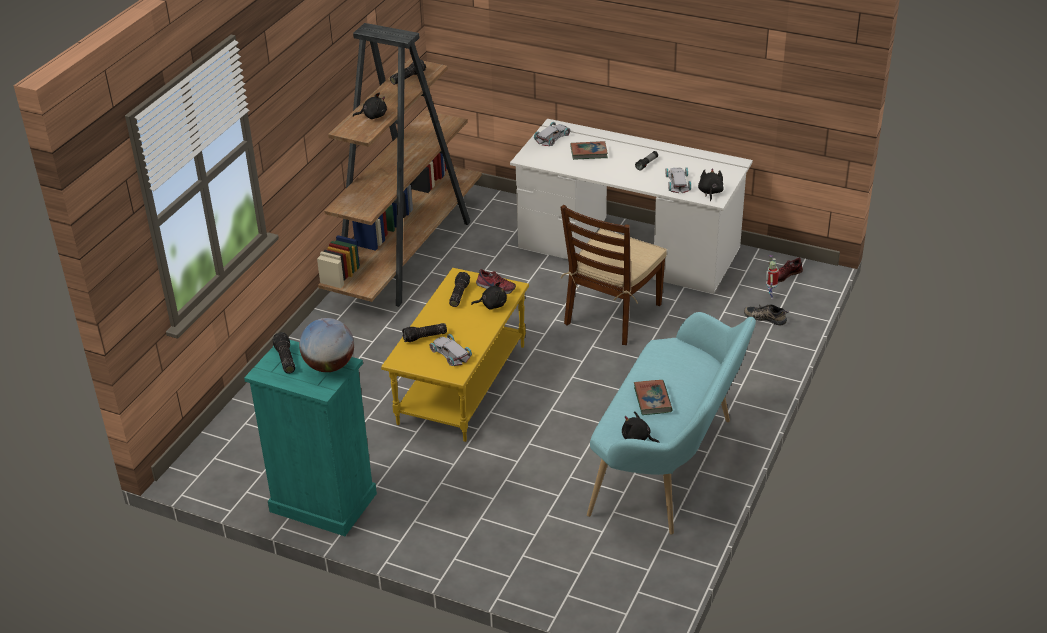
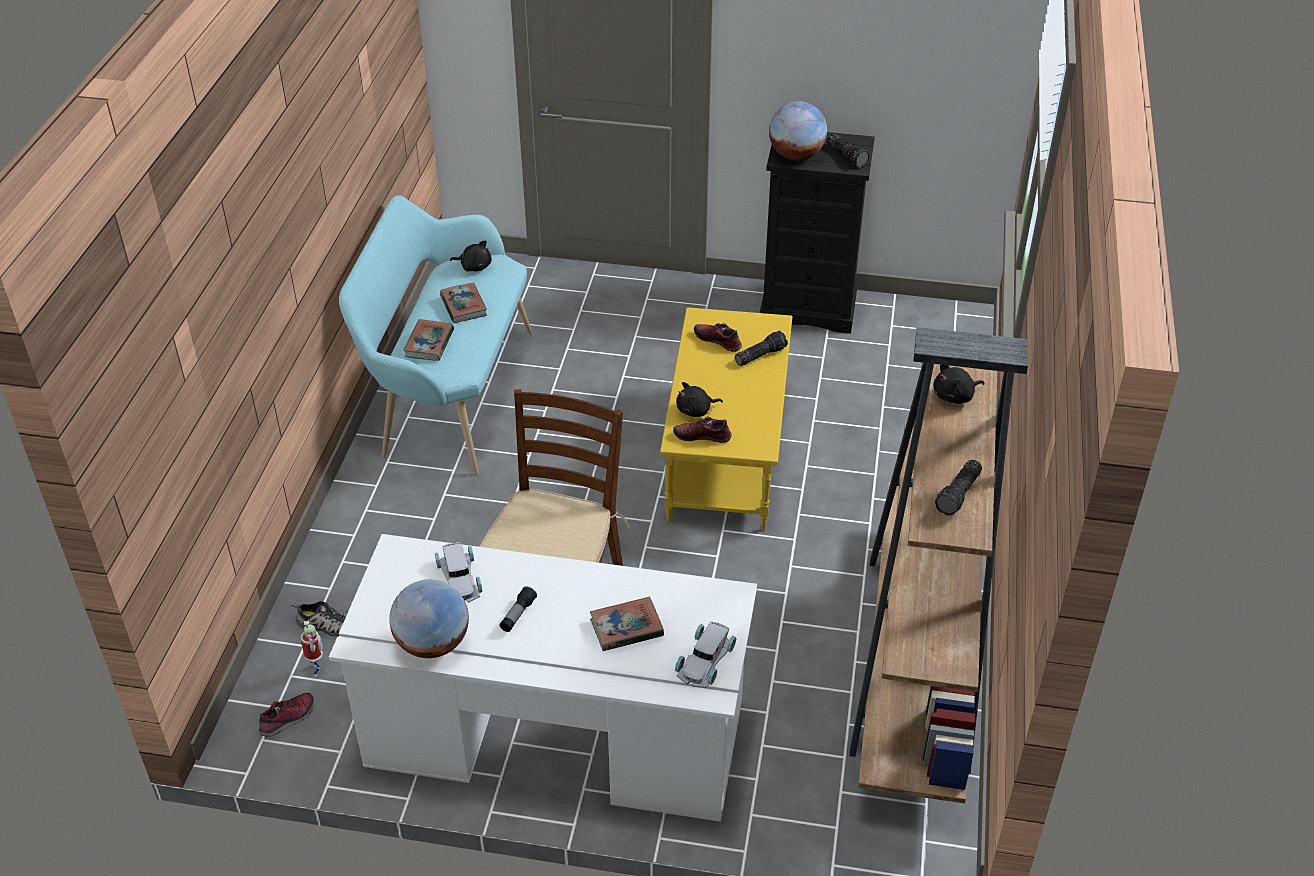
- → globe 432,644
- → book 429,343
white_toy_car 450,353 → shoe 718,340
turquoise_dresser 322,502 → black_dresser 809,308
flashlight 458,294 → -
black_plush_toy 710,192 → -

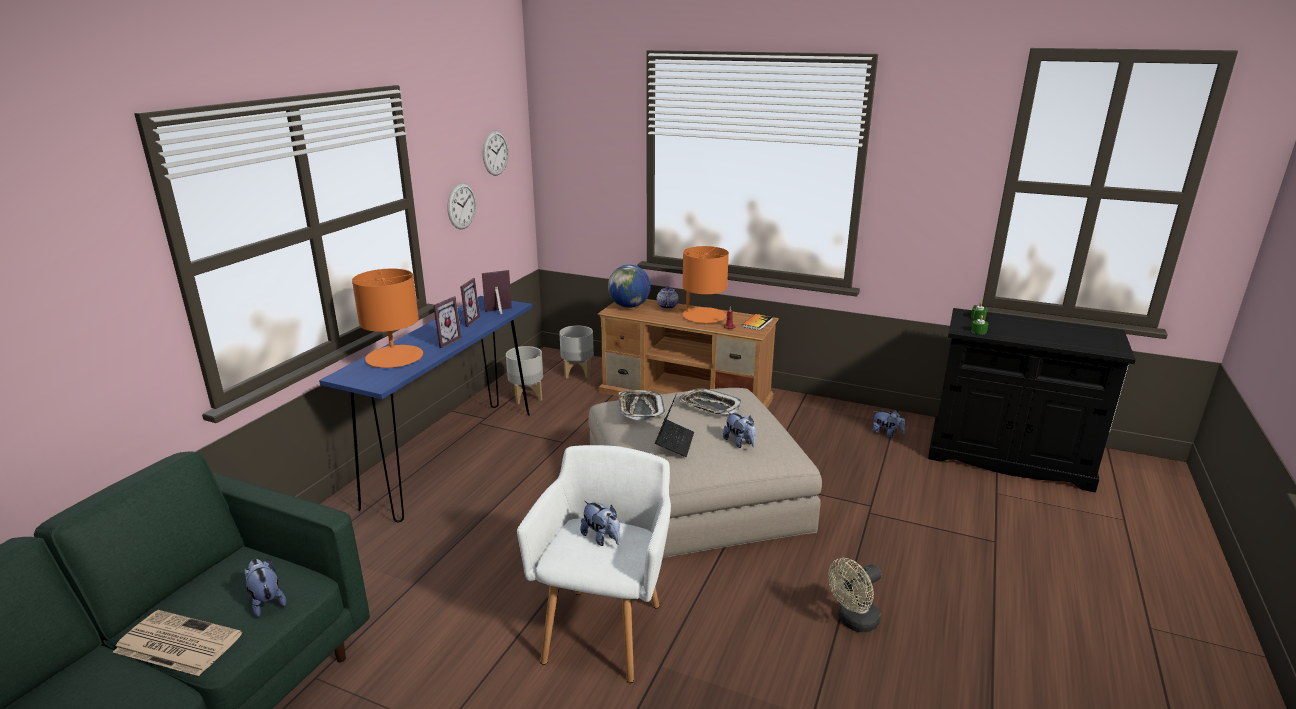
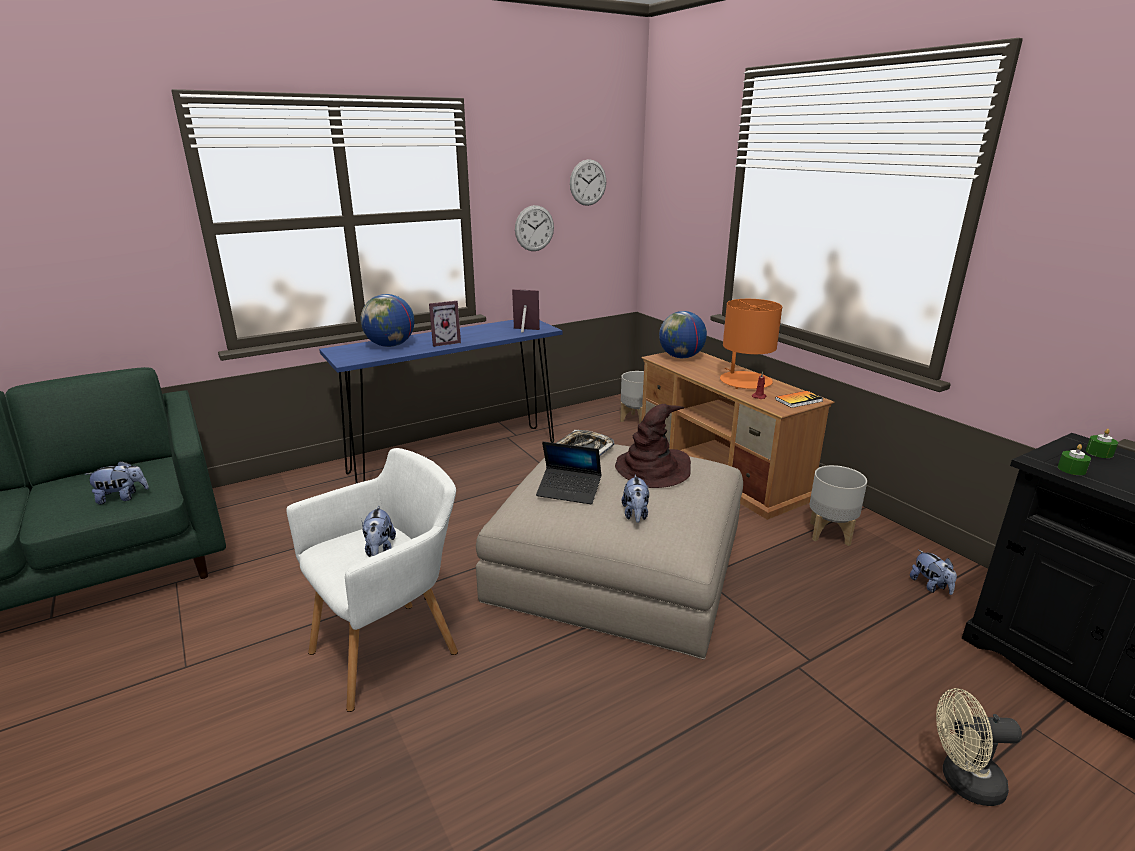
plush_toy 266,601 → plush_toy 122,498, 75 degrees clockwise
orange_table_lamp 394,357 → globe 390,345
laptop 674,442 → laptop 569,491, 60 degrees clockwise
tray 709,406 → brown_hat 653,469
grey_planter 527,396 → grey_planter 830,533, moved
beige_fan 853,621 → beige_fan 963,782, moved
newspaper 176,643 → -
picture_frame 466,321 → -
teapot 667,306 → -

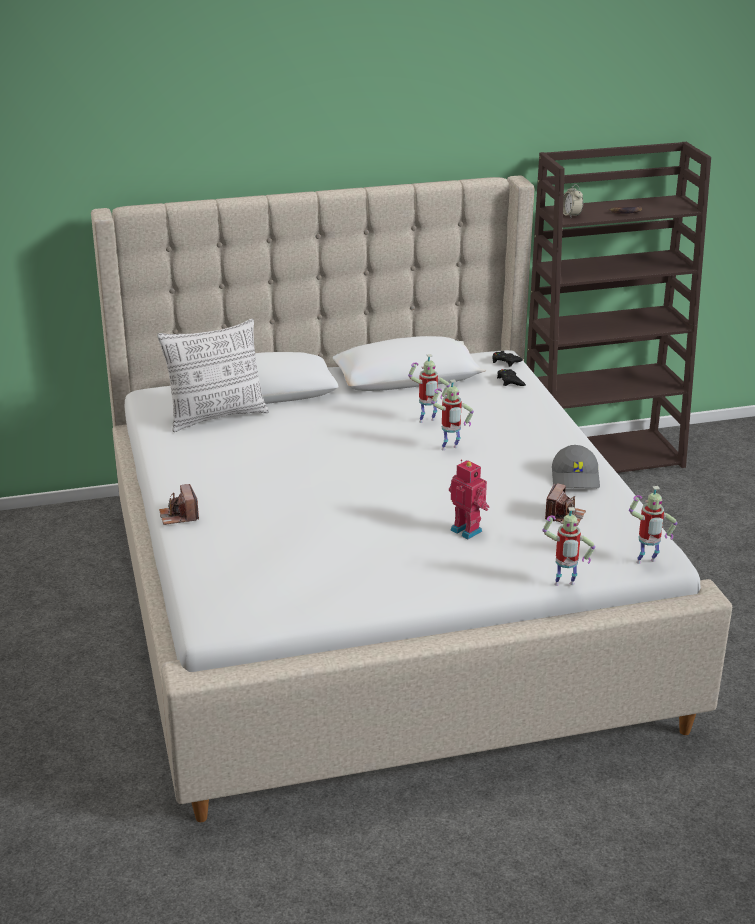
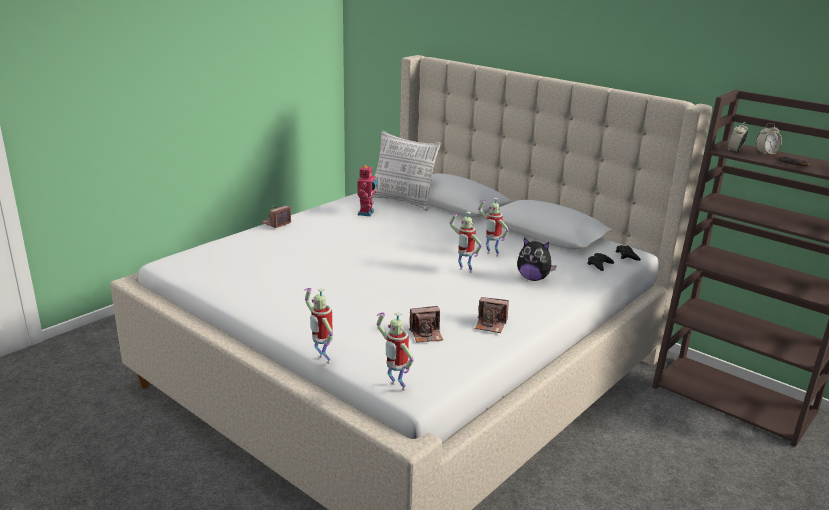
toy_robot 467,530 → toy_robot 367,213, moved
grey_cap 576,478 → photo_camera 491,324
- → plush_toy 533,278
- → alarm_clock 766,153

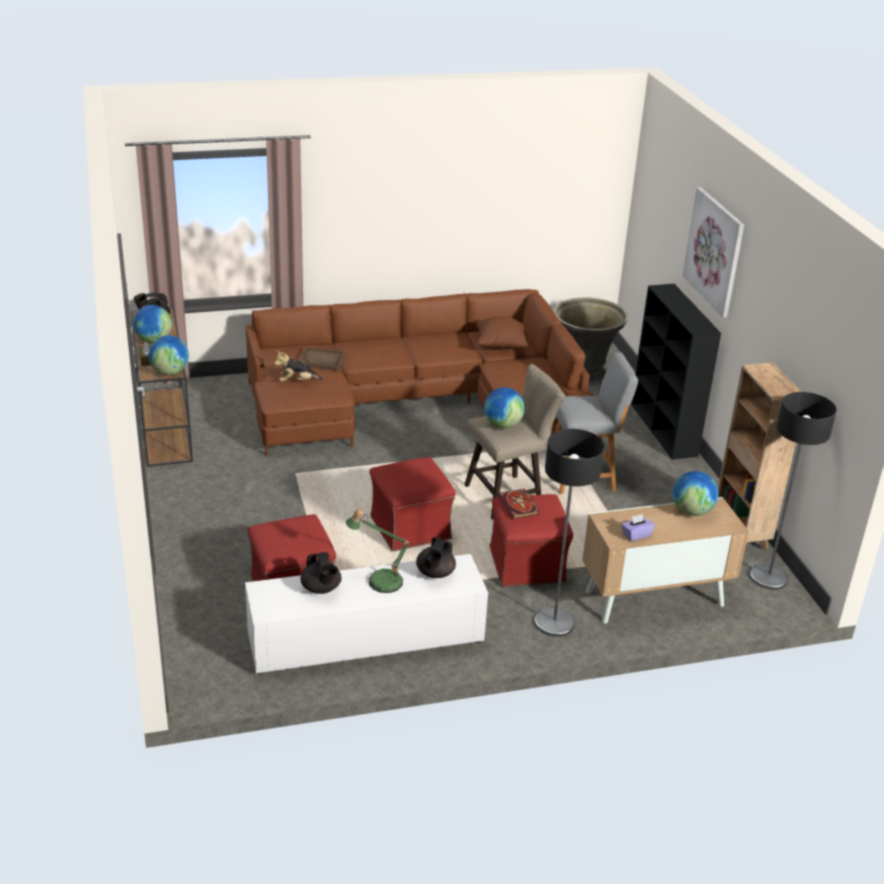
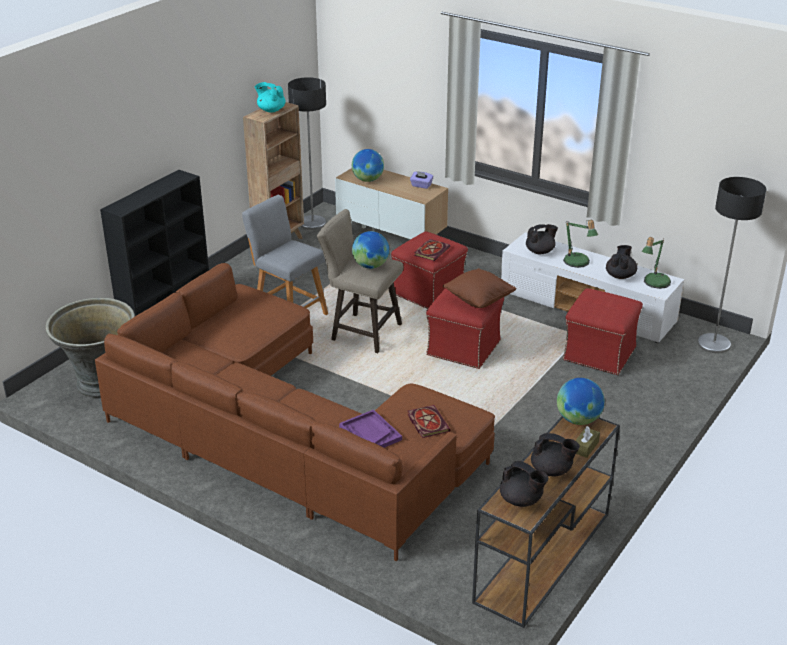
- → turquoise_teapot 271,110
brown_tray 321,360 → purple_tray 370,433
plush_toy 297,381 → book 427,422
brown_pillow 500,346 → brown_pillow 479,300, moved
globe 153,340 → black_teapot 552,470
- → table_lamp 654,283
floor_lamp 553,623 → floor_lamp 714,344, moved
picture 714,251 → -

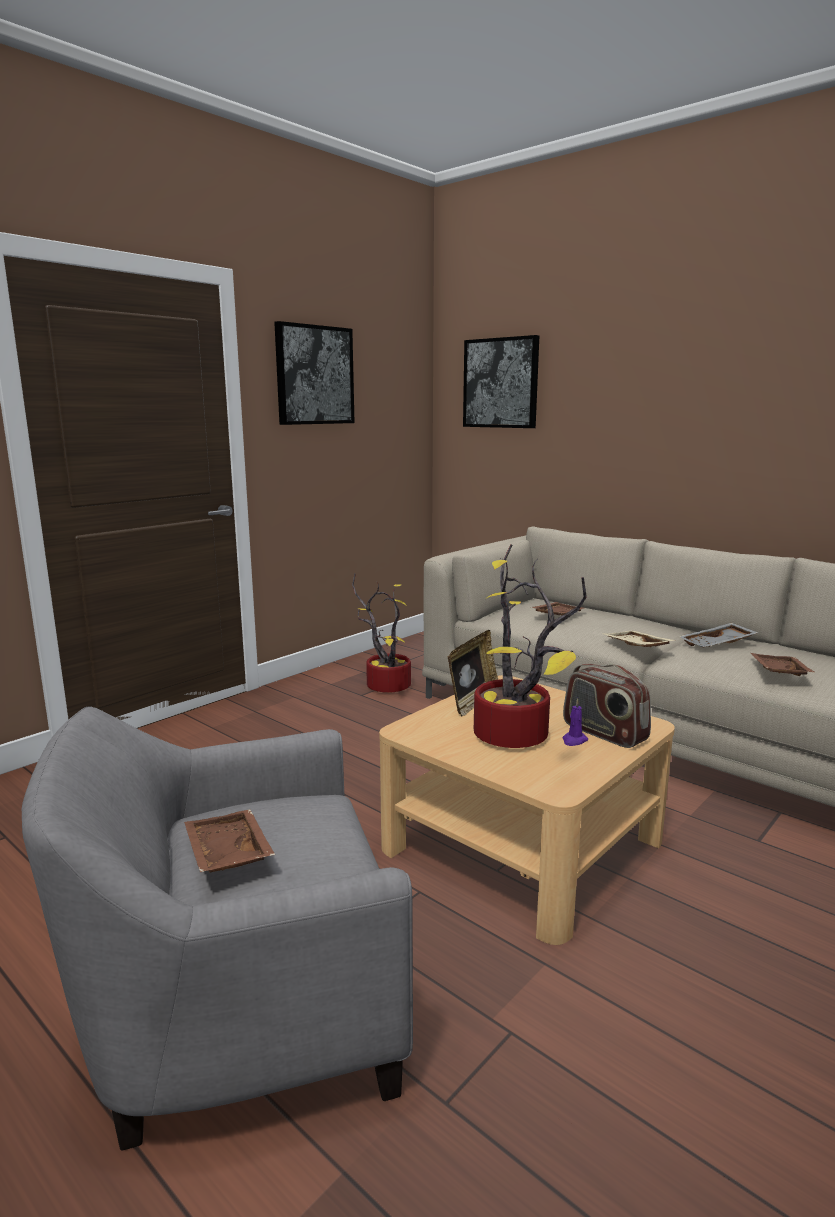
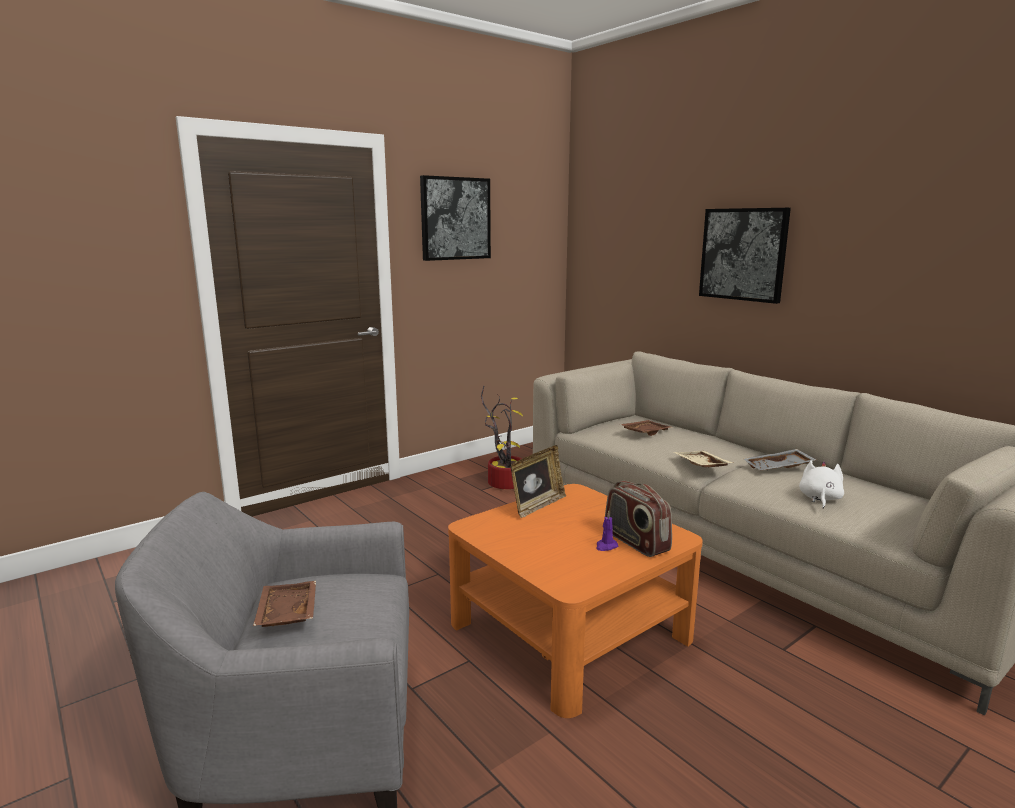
beige_coffee_table 524,844 → orange_coffee_table 571,630
picture 501,383 → picture 743,254, moved
brown_tray 777,672 → white_plush_toy 819,499
potted_plant 517,737 → -

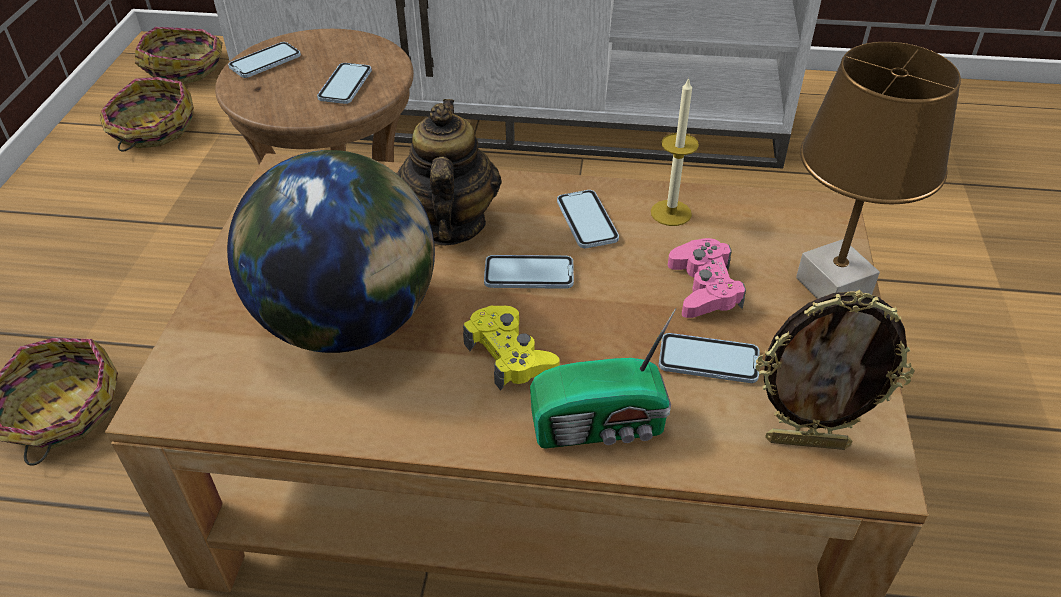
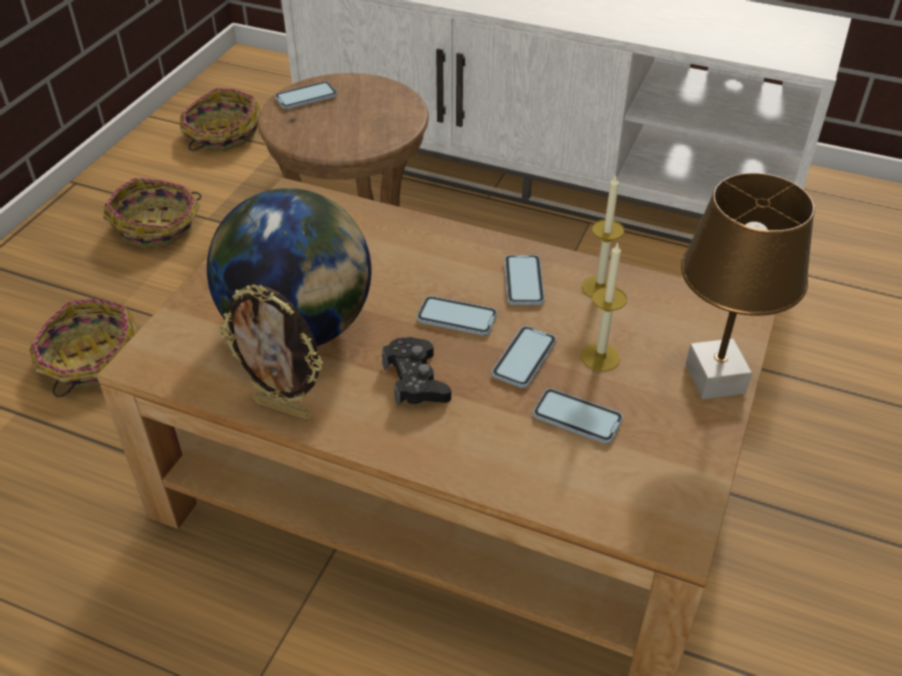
basket 186,68 → basket 158,226, moved
picture_frame 807,441 → picture_frame 284,408, moved
yellow_game_controller 510,355 → black_game_controller 416,380
phone 345,85 → phone 524,358, moved
pink_game_controller 704,288 → candle 600,357
teapot 449,225 → -
radio 602,426 → -

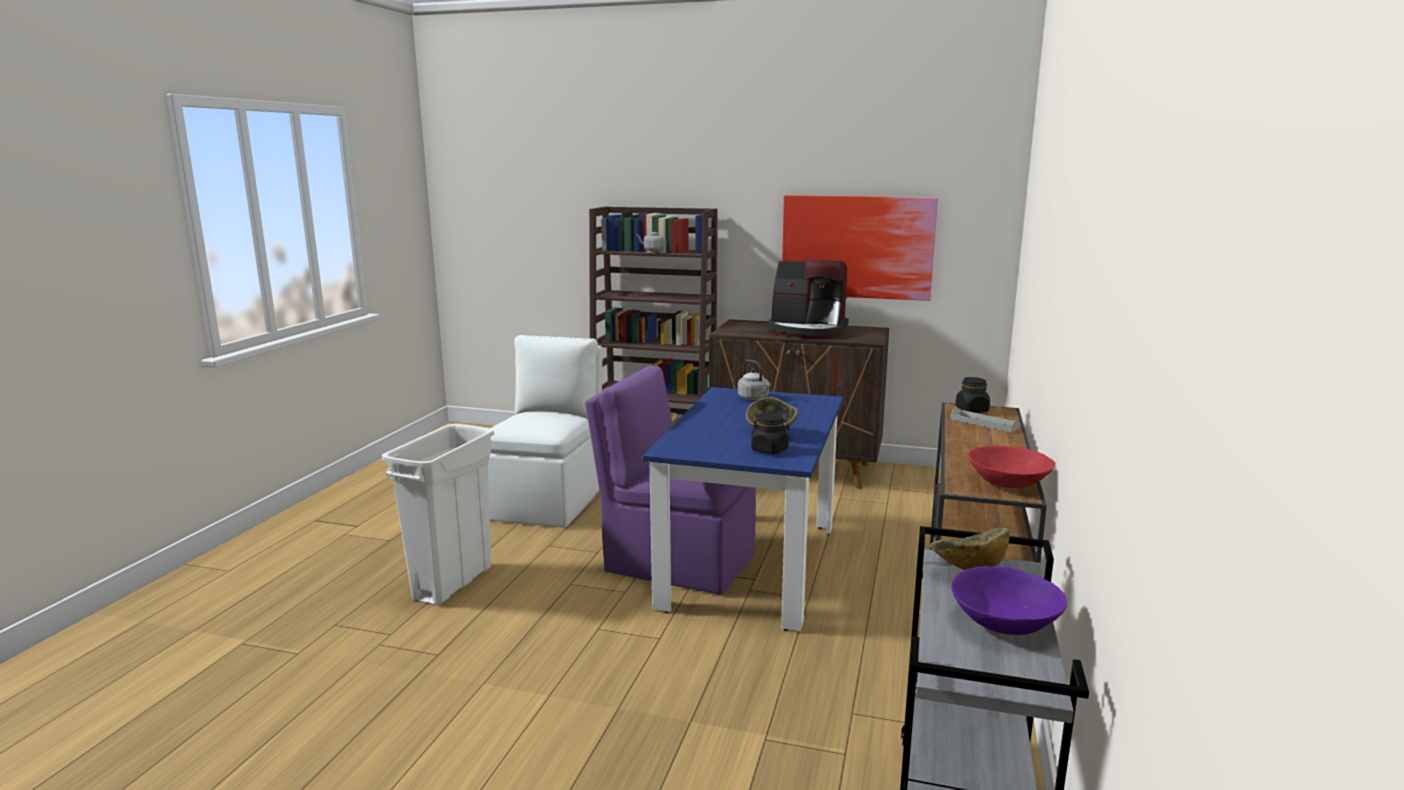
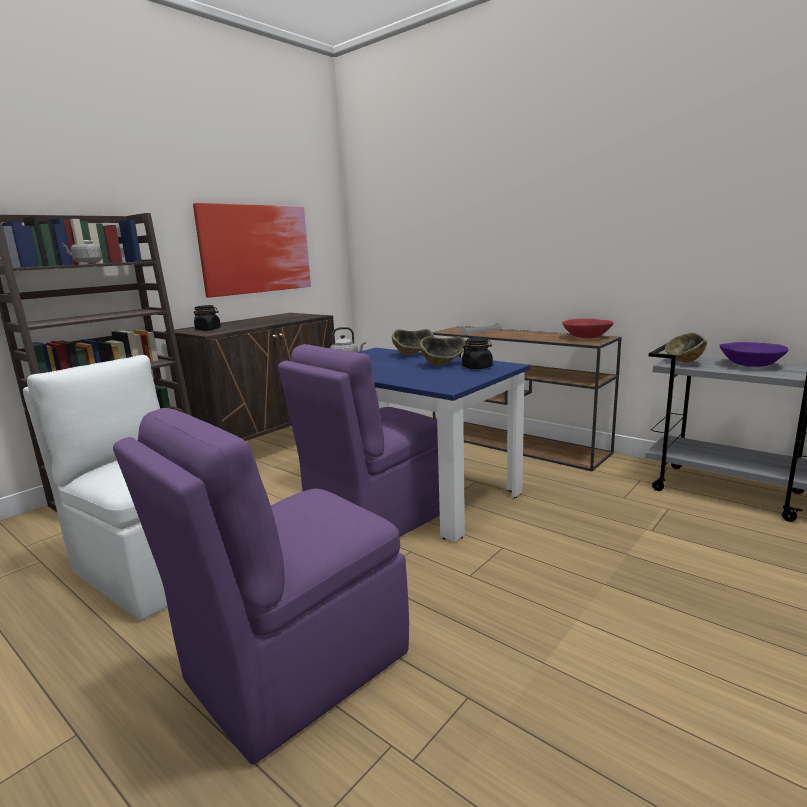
white_trash_can 453,582 → purple_chair 292,668
black_jar 972,410 → black_jar 208,329, moved
- → bowl 412,354
coffee_machine 807,331 → -

